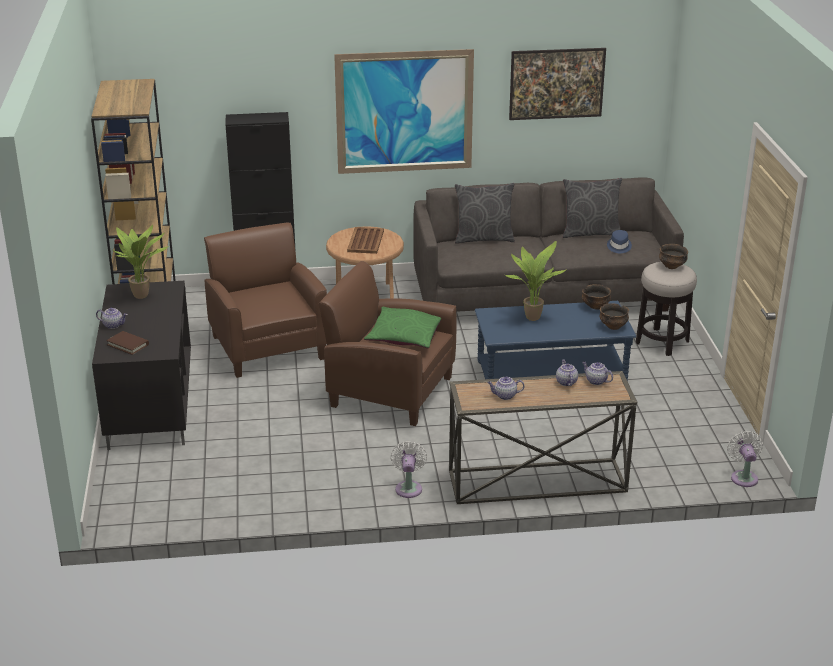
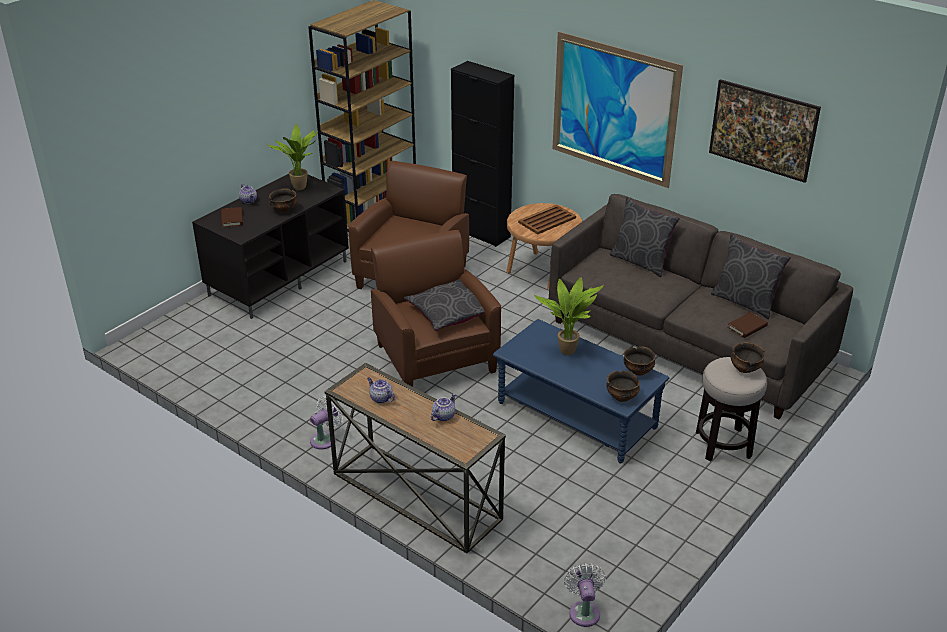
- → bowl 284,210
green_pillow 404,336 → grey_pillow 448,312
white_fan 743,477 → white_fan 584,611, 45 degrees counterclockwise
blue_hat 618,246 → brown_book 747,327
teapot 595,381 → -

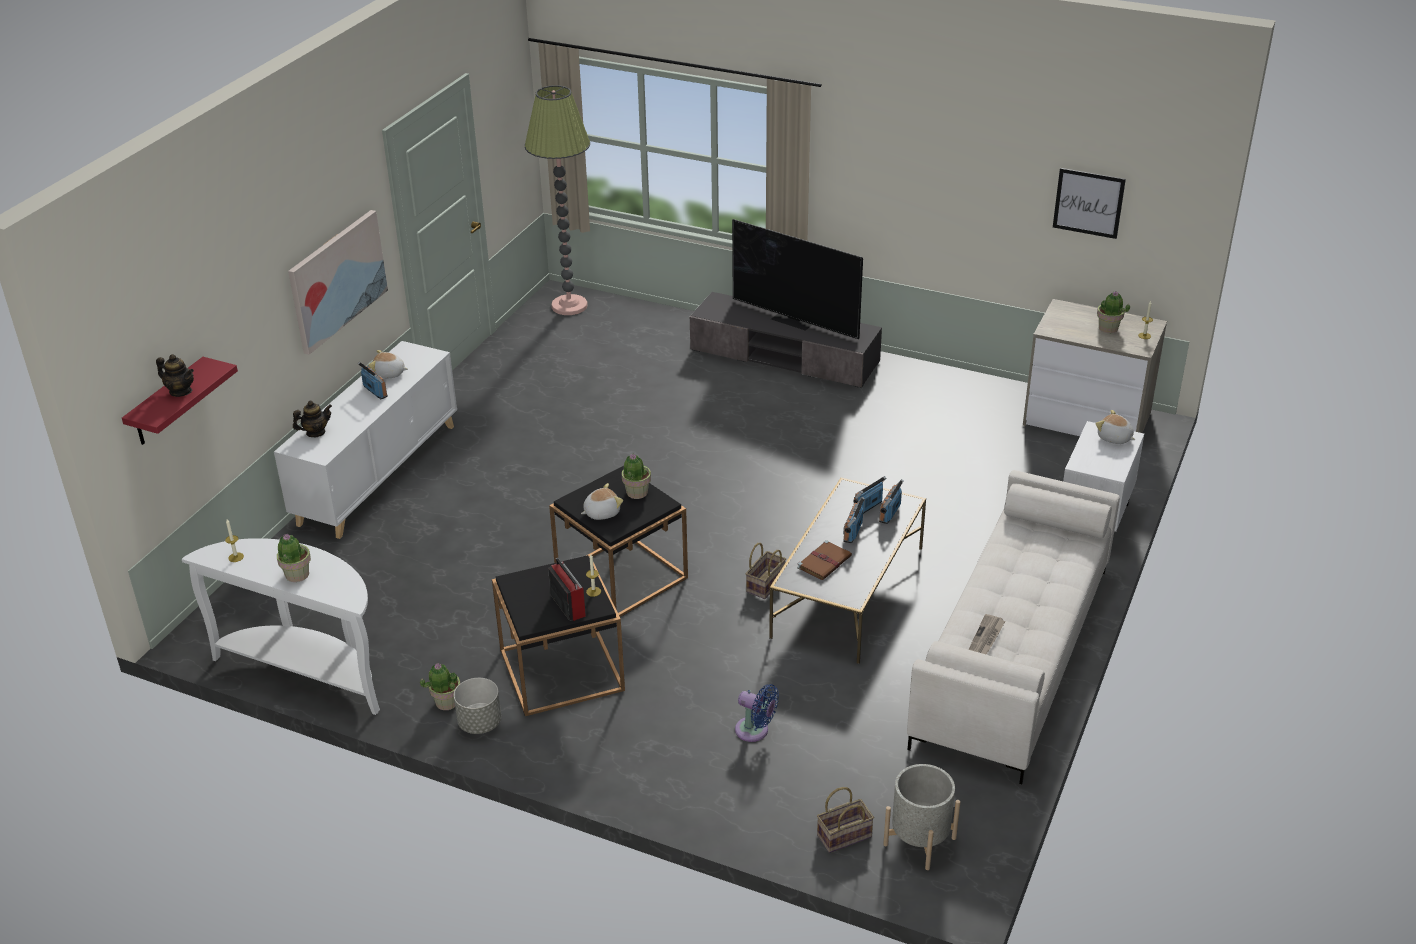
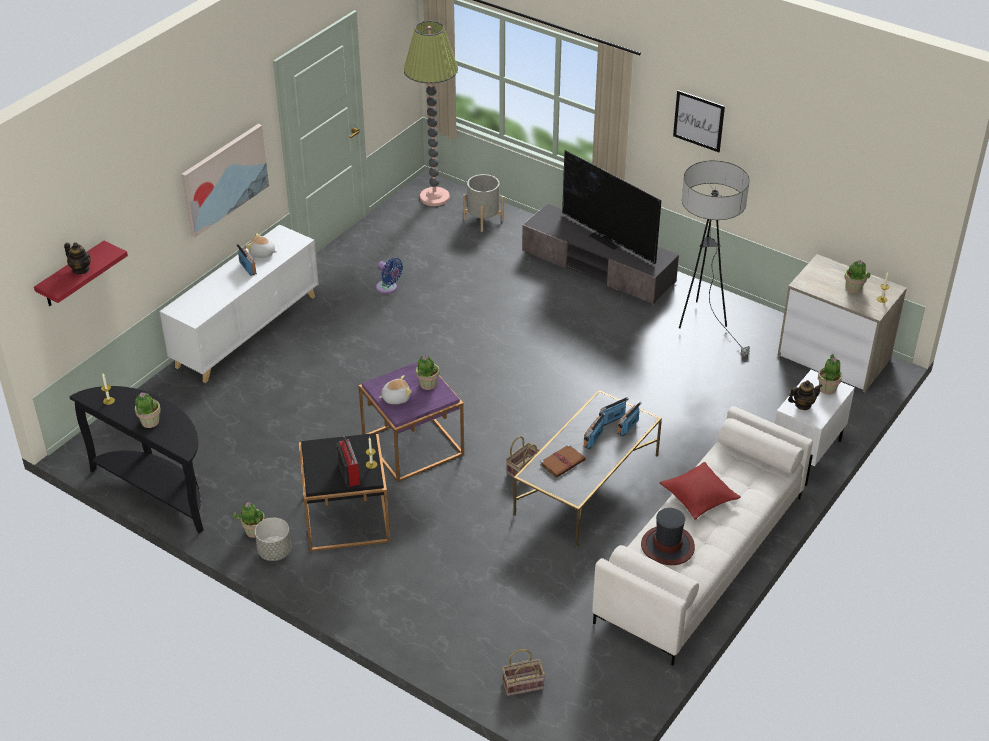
white_console_table 309,670 → black_console_table 158,490
black_side_table 621,576 → purple_side_table 412,445
blue_fan 755,731 → blue_fan 388,288, moved
grey_planter 919,841 → grey_planter 483,220, moved
newspaper 986,638 → hat 668,546
- → red_pillow 699,496
picture 1088,203 → picture 698,121, moved
- → floor_lamp 702,323
teapot 315,432 → teapot 803,405, moved
plush_toy 1114,438 → potted_plant 827,388

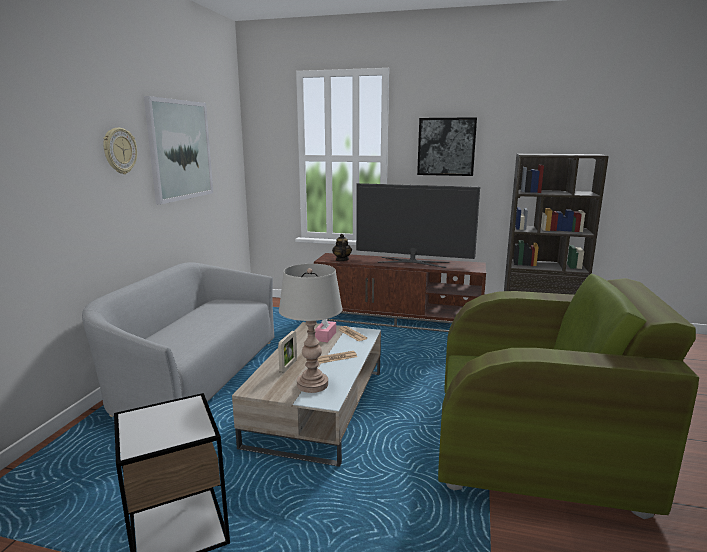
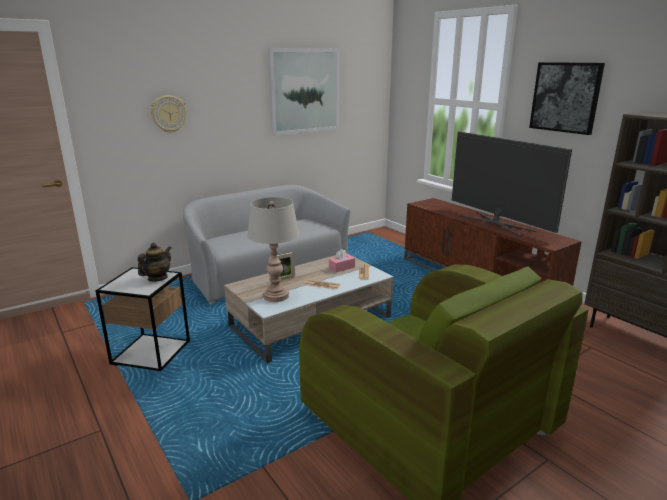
teapot 342,260 → teapot 157,278, moved
wall_clock 119,151 → wall_clock 168,114, moved

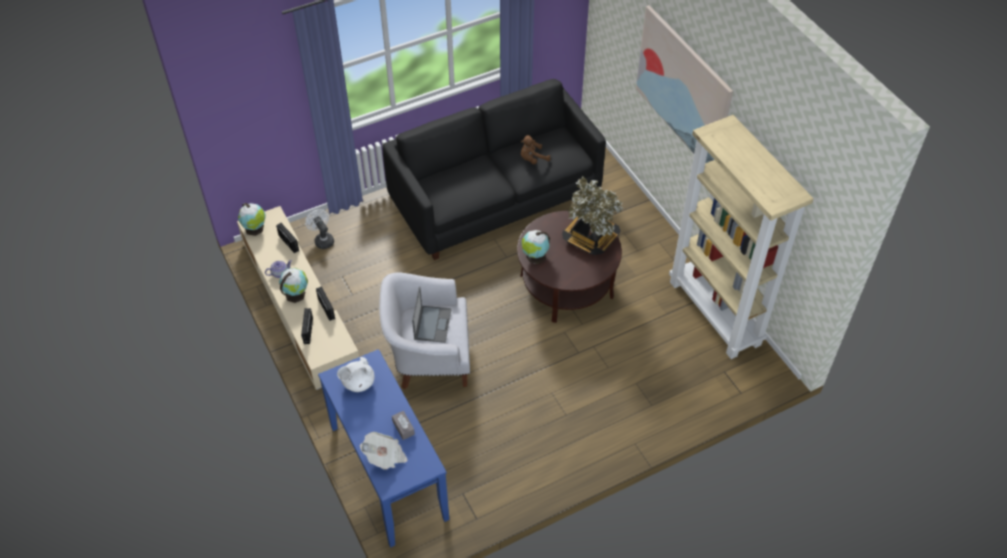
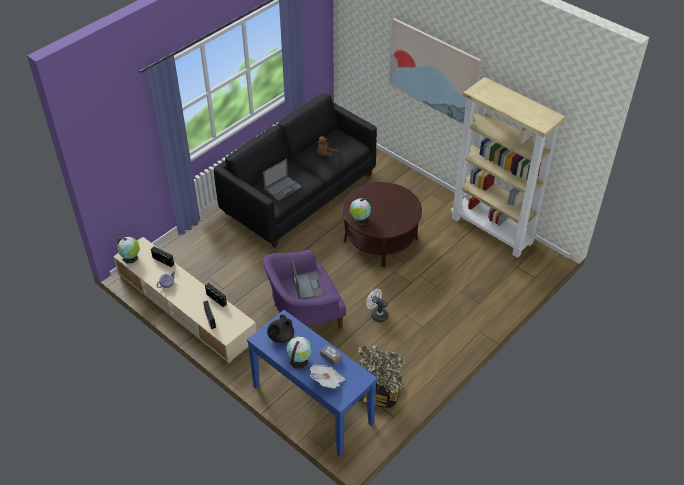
- → laptop 283,188
white_armchair 428,358 → purple_armchair 304,317
white_teapot 357,383 → black_teapot 280,337
globe 296,294 → globe 299,360, moved
potted_plant 590,238 → potted_plant 378,392, moved
white_fan 322,240 → white_fan 377,314, moved

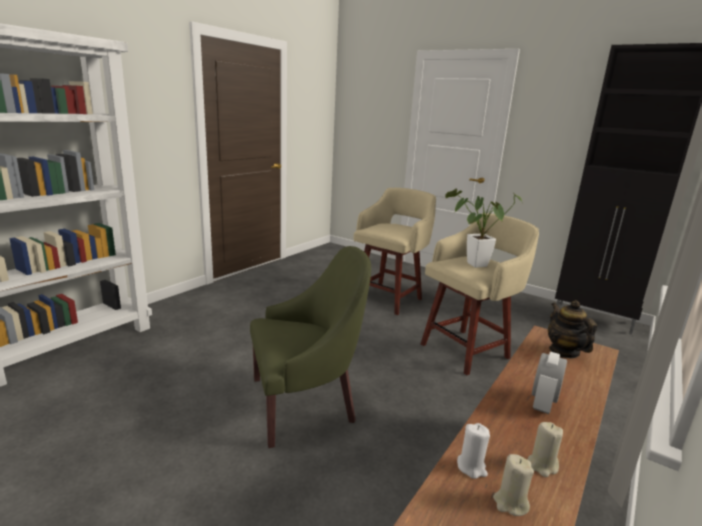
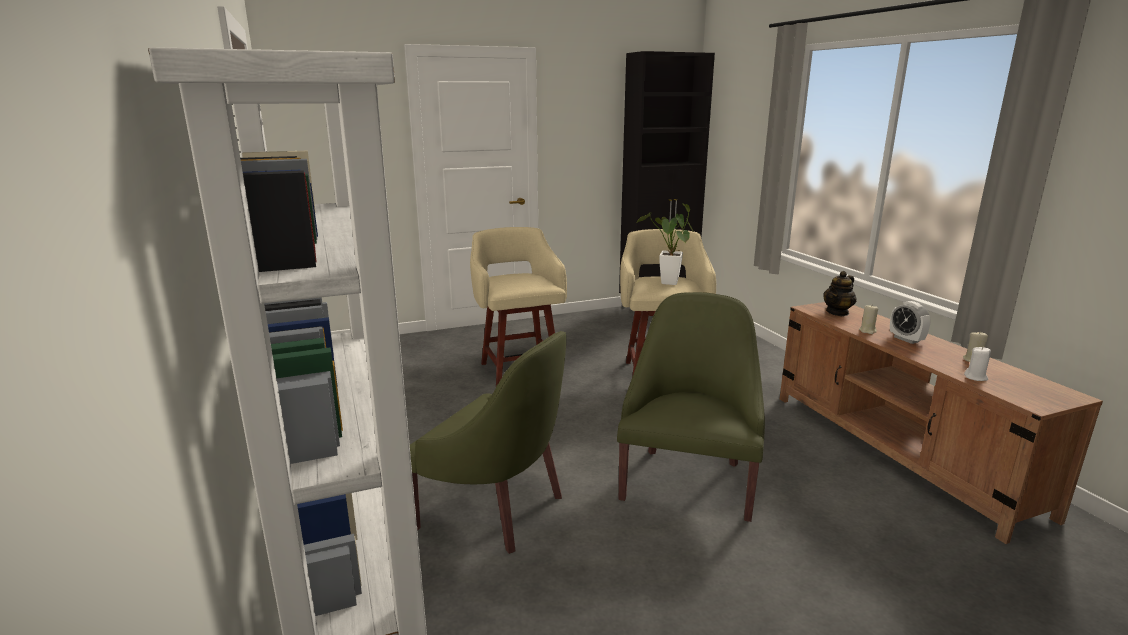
- → green_armchair 496,508
teapot 564,351 → teapot 837,312, 60 degrees counterclockwise
beige_candle 510,503 → beige_candle 867,331, moved

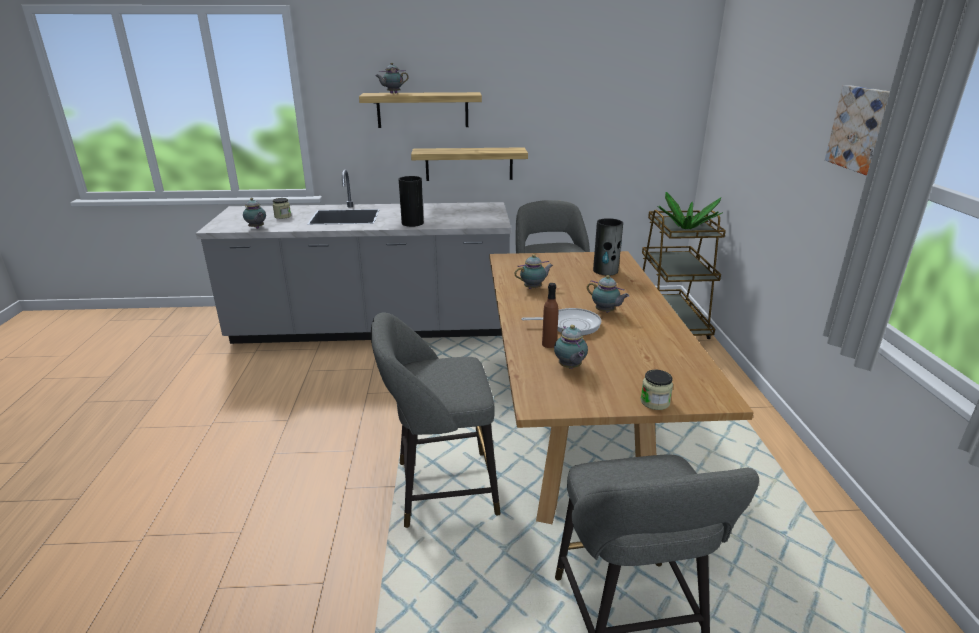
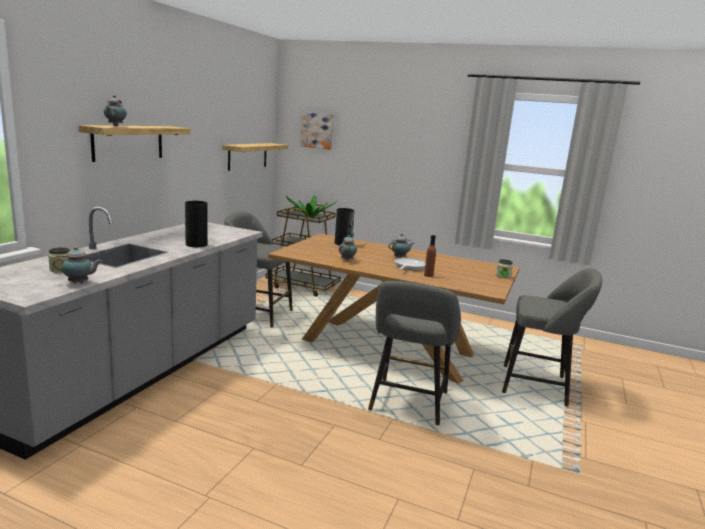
shelf 469,164 → shelf 247,156, moved
picture 863,129 → picture 317,130, moved
teapot 569,367 → -

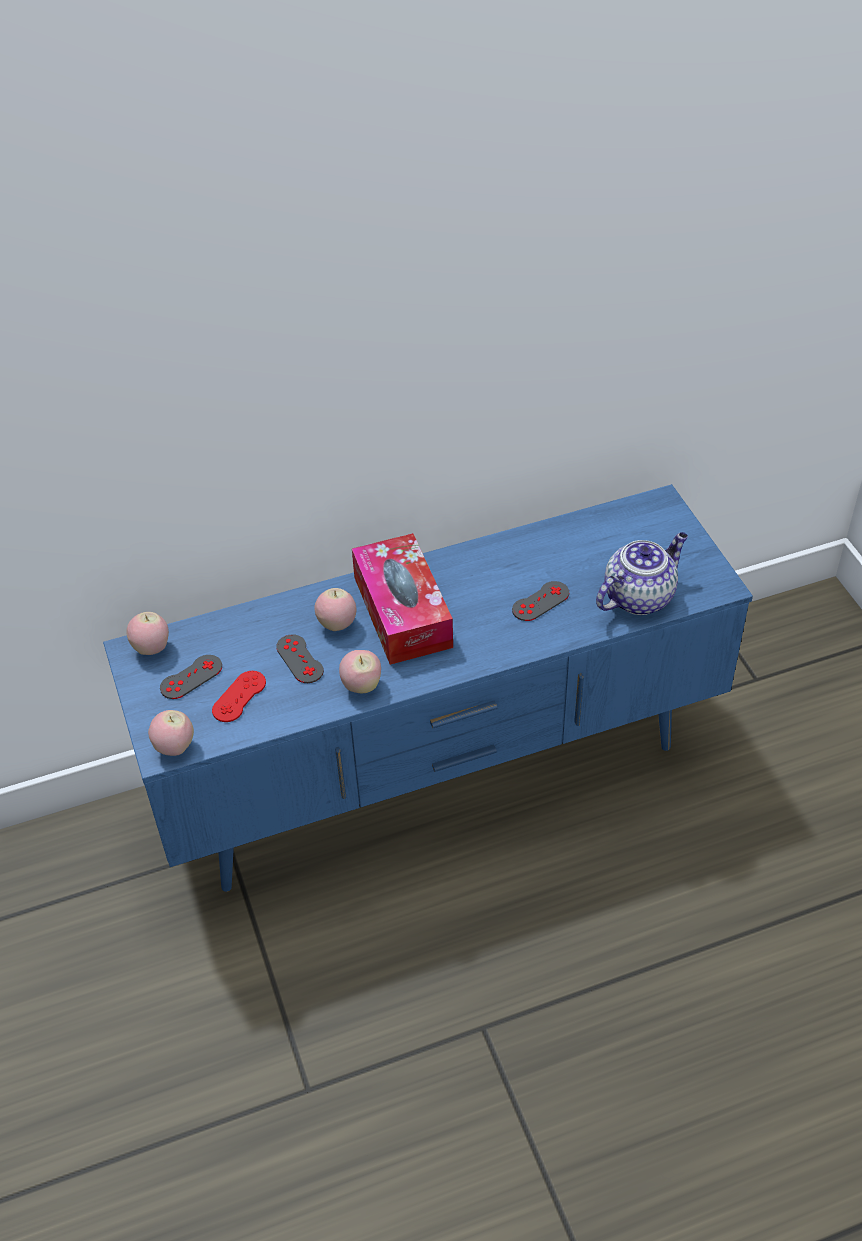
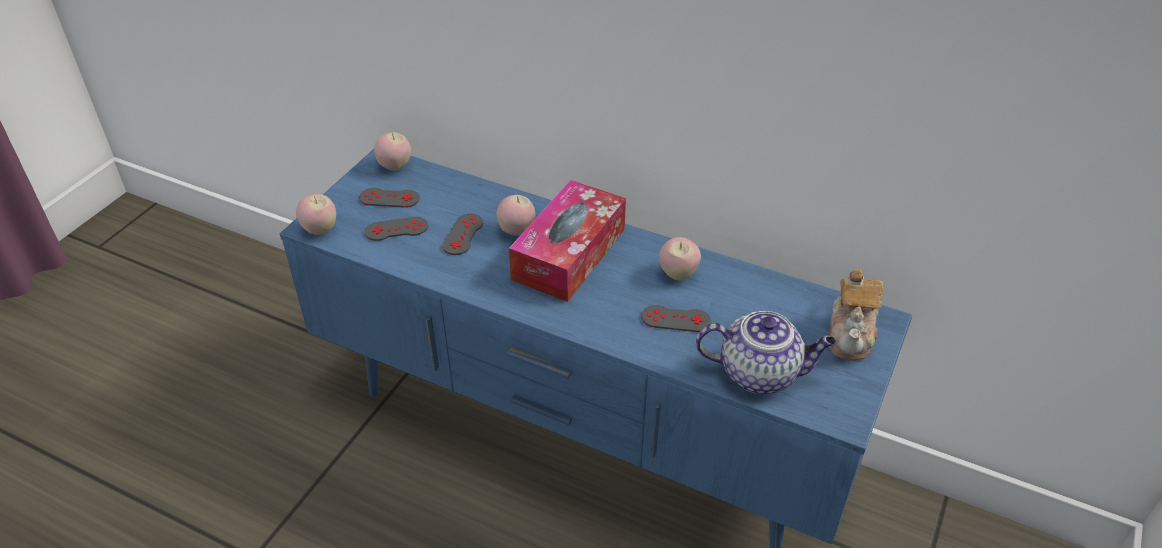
red_game_controller 239,696 → grey_game_controller 396,229
apple 361,686 → apple 678,274, moved
- → teapot 851,334

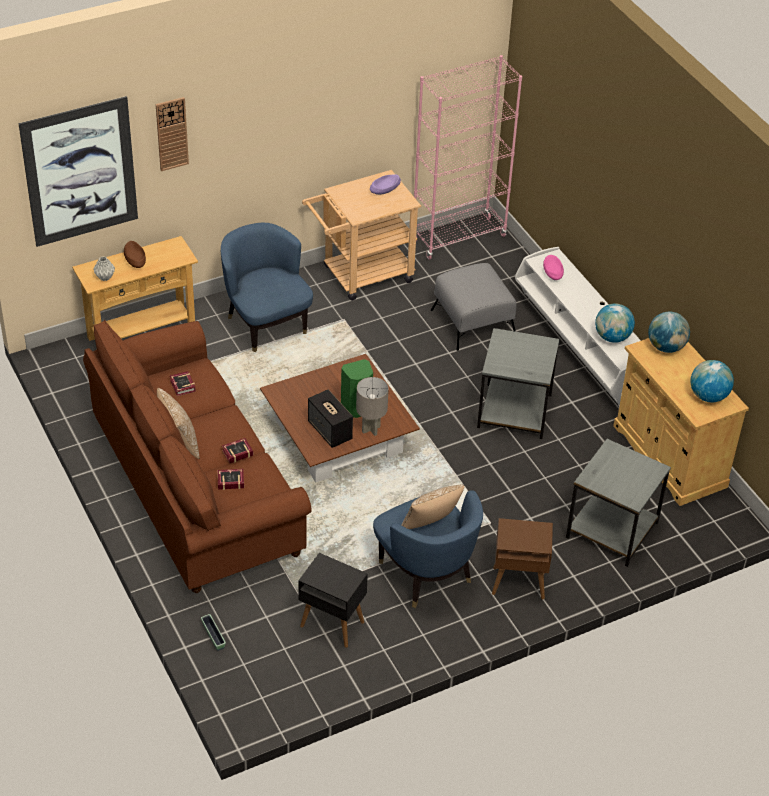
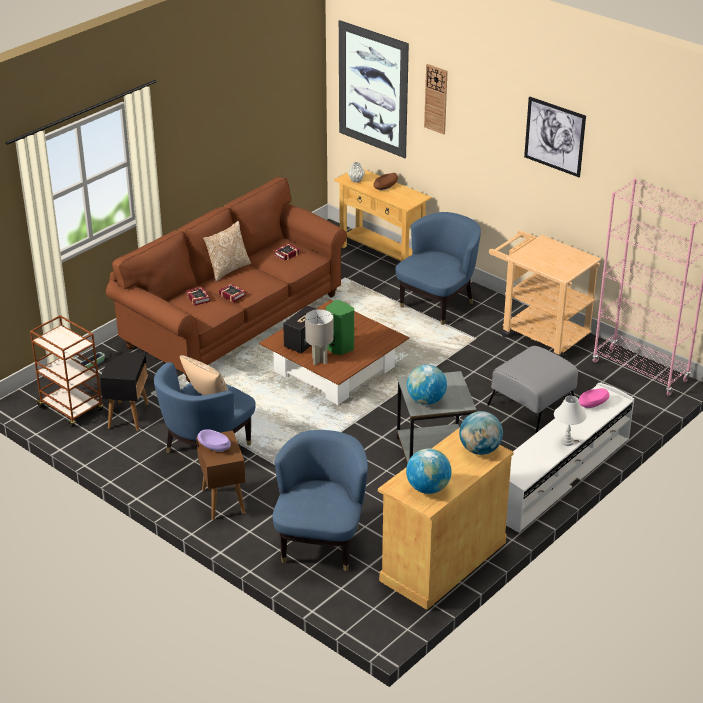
- → brown_cart 71,409
purple_bowl 385,189 → purple_bowl 214,446, moved
grey_side_table 611,529 → blue_armchair 321,542
globe 612,337 → globe 426,400, moved
- → picture 554,136
- → white_table_lamp 567,442

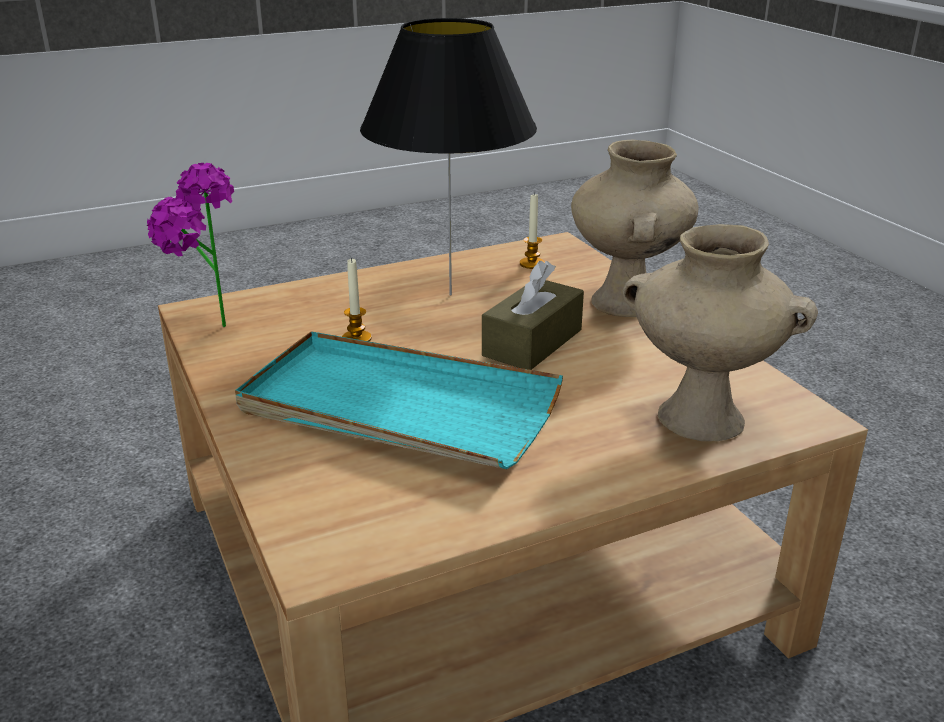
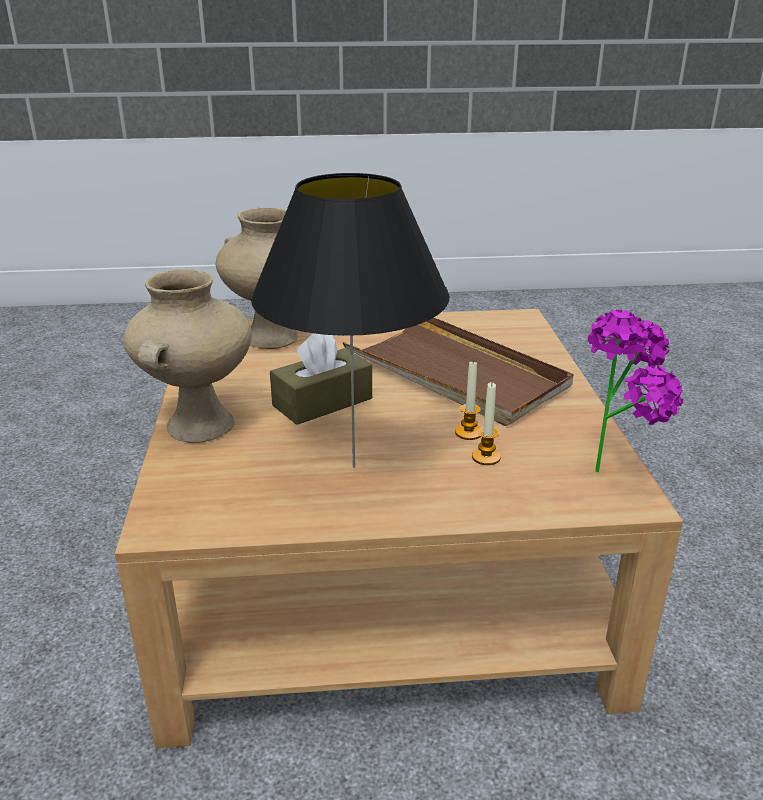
turquoise_tray 397,408 → brown_tray 456,373
candle 532,264 → candle 486,457, moved

